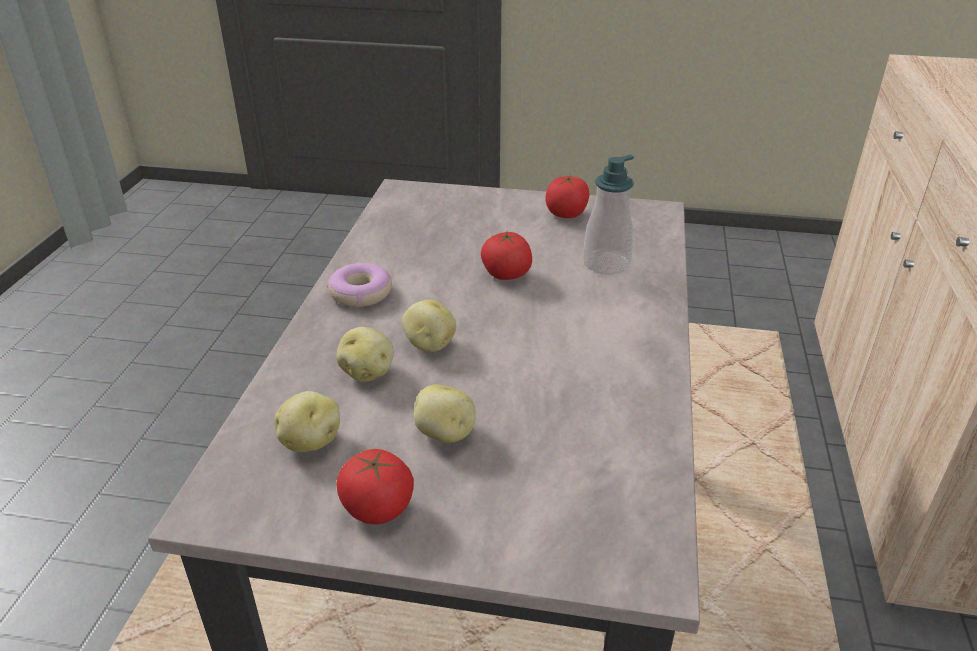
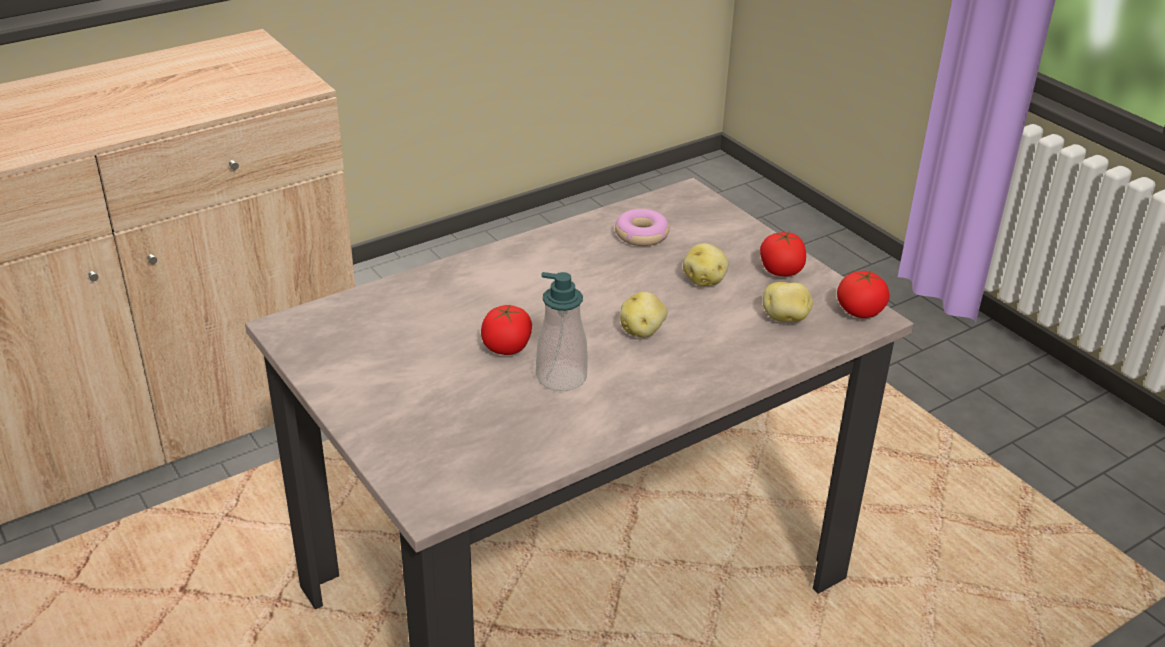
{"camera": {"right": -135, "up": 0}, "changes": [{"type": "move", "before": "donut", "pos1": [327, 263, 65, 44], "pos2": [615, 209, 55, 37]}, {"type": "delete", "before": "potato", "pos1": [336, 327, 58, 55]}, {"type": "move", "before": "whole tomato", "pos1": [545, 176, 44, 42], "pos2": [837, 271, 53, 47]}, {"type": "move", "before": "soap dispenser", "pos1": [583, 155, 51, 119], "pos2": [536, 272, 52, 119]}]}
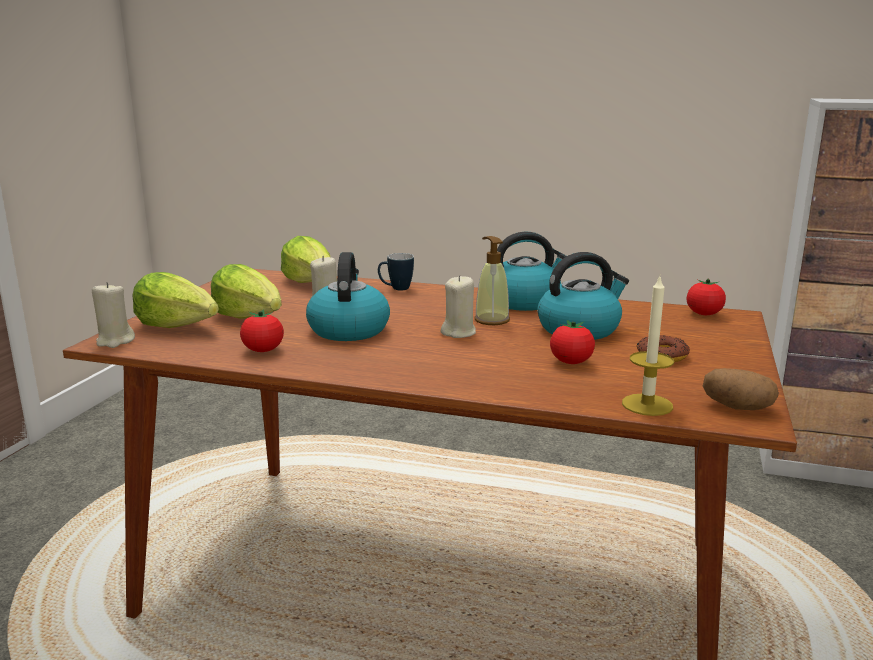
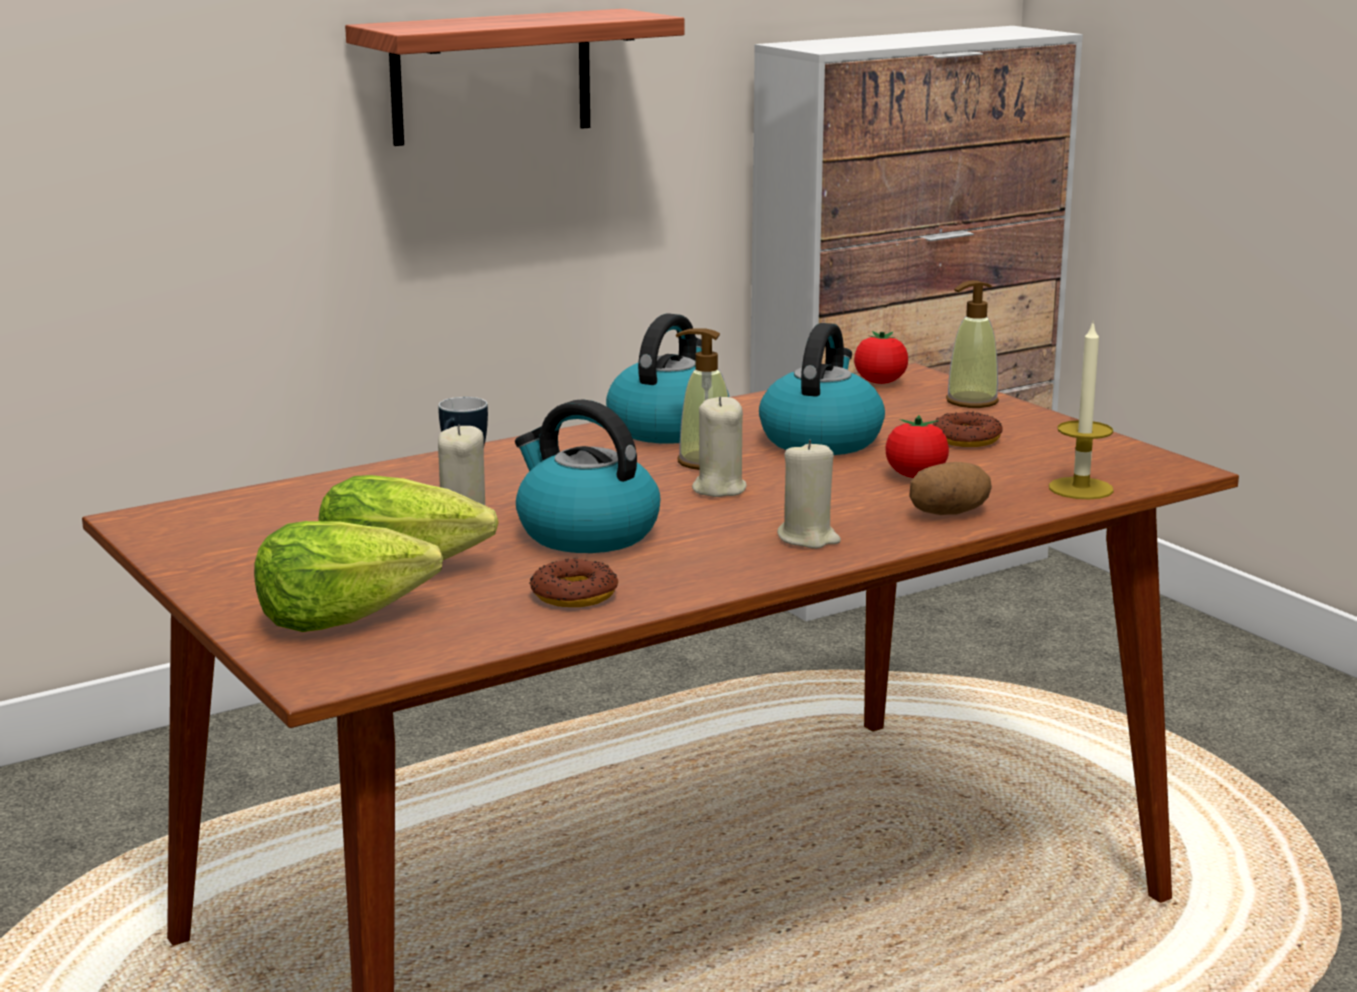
{"camera": {"right": -50, "up": 0}, "changes": [{"type": "move", "before": "candle (beige-coloured)", "pos1": [92, 282, 43, 66], "pos2": [777, 440, 64, 109]}, {"type": "replace", "before": "whole tomato", "after": "donut", "pos1": [240, 309, 44, 43], "pos2": [529, 558, 89, 49]}, {"type": "delete", "before": "head of lettuce", "pos1": [281, 236, 49, 47]}, {"type": "move", "before": "potato", "pos1": [703, 368, 76, 42], "pos2": [909, 462, 83, 53]}, {"type": "insert", "after": "wall shelf", "pos2": [345, 9, 340, 137]}, {"type": "insert", "after": "soap dispenser", "pos2": [946, 280, 53, 128]}]}
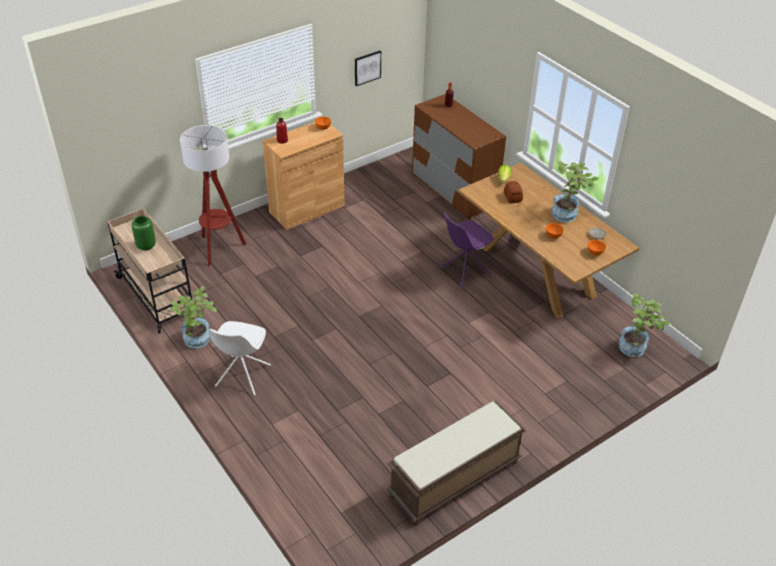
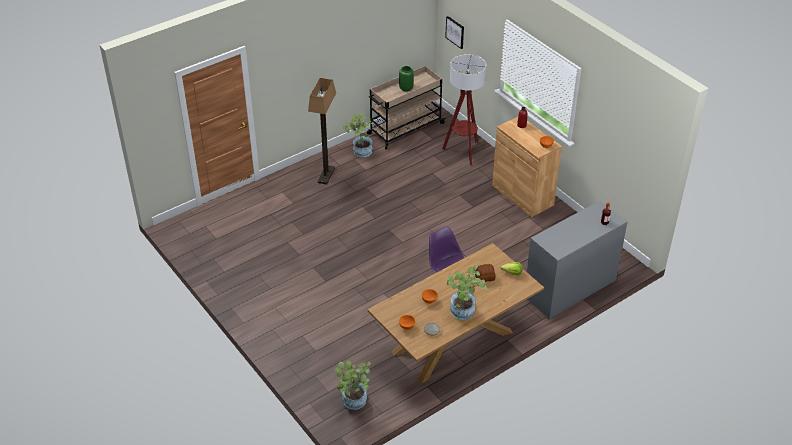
{"camera": {"right": 90, "up": 0}, "changes": [{"type": "replace", "before": "upright chair (white-coloured)", "after": "standard lamp", "pos1": [209, 321, 62, 74], "pos2": [308, 78, 28, 106]}, {"type": "move", "before": "picture", "pos1": [355, 51, 26, 35], "pos2": [445, 16, 19, 33]}, {"type": "delete", "before": "long seat (brown)", "pos1": [387, 401, 140, 124]}, {"type": "recolor", "before": "chest of drawers (brown)", "after": "chest of drawers (grey)", "pos1": [412, 94, 94, 126], "pos2": [527, 201, 101, 119]}]}
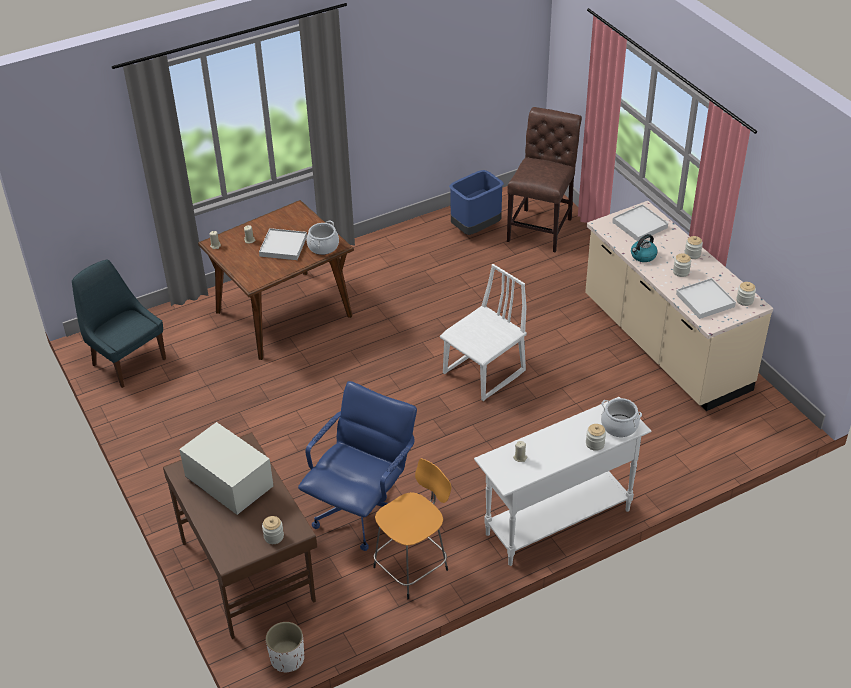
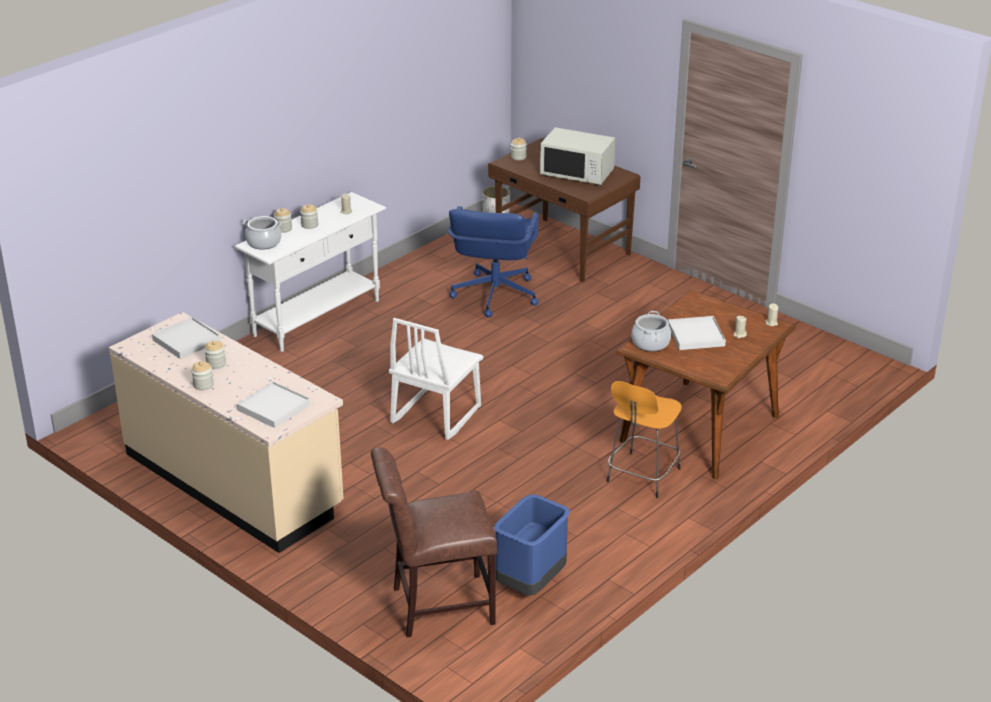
{"camera": {"right": 160, "up": -10}, "changes": [{"type": "delete", "before": "upright chair (bluish)", "pos1": [72, 259, 94, 129]}, {"type": "move", "before": "sitting stool (orange)", "pos1": [373, 458, 78, 141], "pos2": [607, 381, 75, 117]}, {"type": "rotate", "before": "upright chair (brown)", "pos1": [507, 107, 75, 145], "pos2": [371, 447, 126, 191], "turn": 75}, {"type": "delete", "before": "tea kettle", "pos1": [631, 234, 27, 28]}, {"type": "move", "before": "jar", "pos1": [736, 282, 20, 24], "pos2": [300, 204, 18, 25]}]}
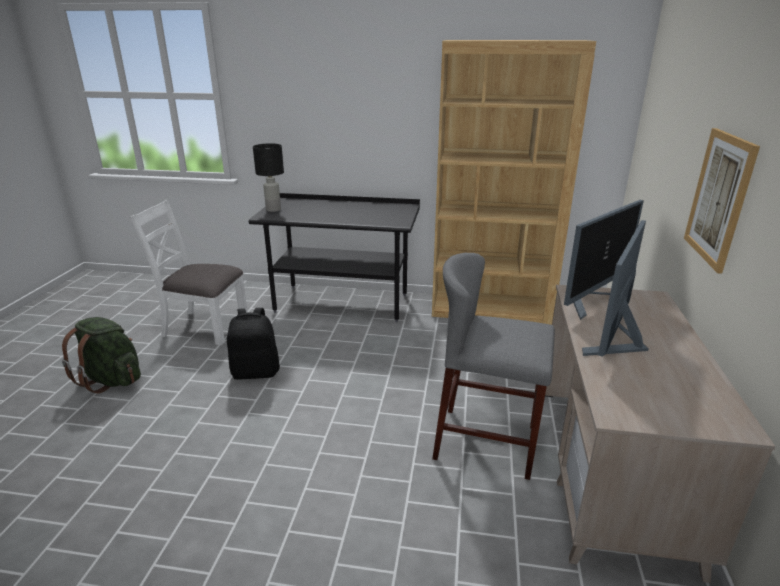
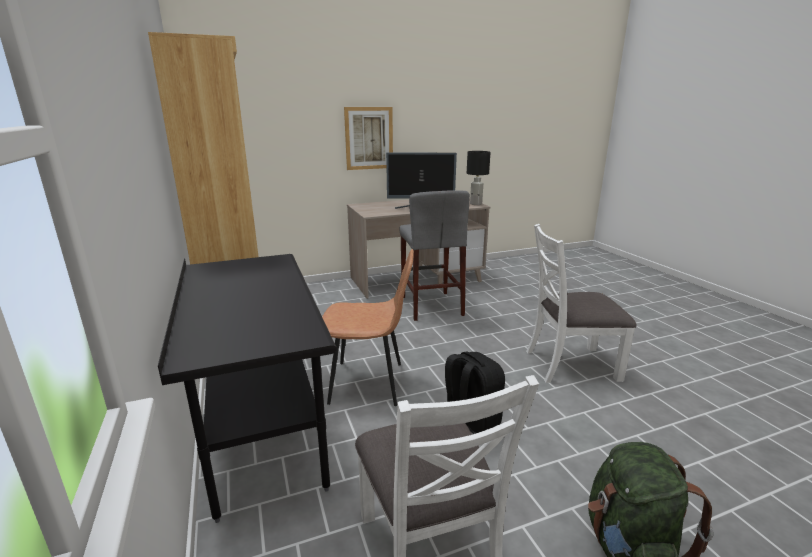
{"camera": {"right": -120, "up": -5}, "changes": [{"type": "move", "before": "tabletop lamp (blackish)", "pos1": [253, 143, 31, 69], "pos2": [467, 151, 24, 54]}, {"type": "delete", "before": "computer screen", "pos1": [564, 200, 80, 120]}, {"type": "insert", "after": "upright chair (brown)", "pos2": [322, 249, 92, 157]}, {"type": "insert", "after": "upright chair (white-coloured)", "pos2": [526, 224, 111, 159]}]}
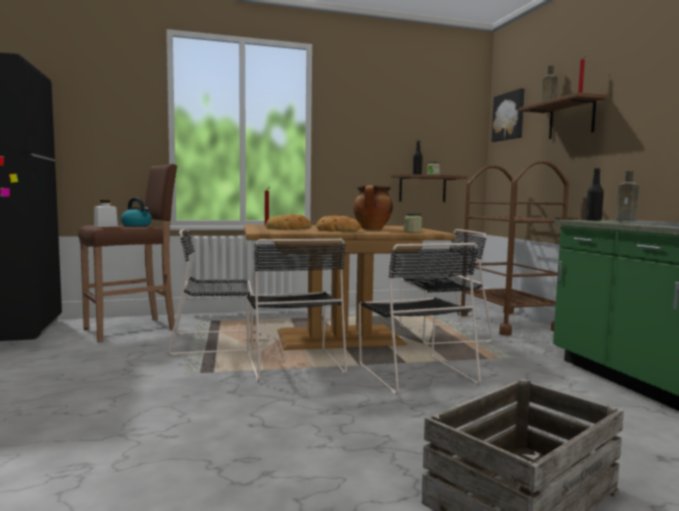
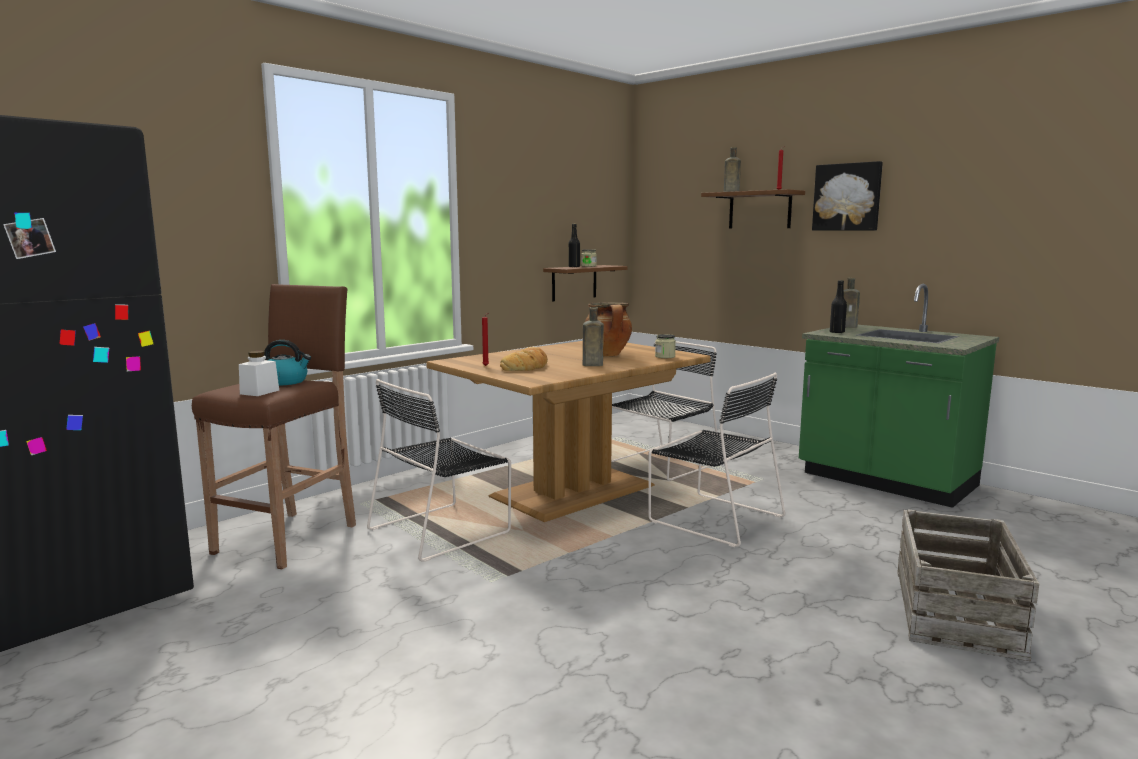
{"camera": {"right": -30, "up": 5}, "changes": [{"type": "delete", "before": "upright chair (blackish)", "pos1": [245, 239, 102, 143]}, {"type": "replace", "before": "bread", "after": "bottle (brown)", "pos1": [316, 215, 45, 16], "pos2": [583, 307, 21, 59]}, {"type": "delete", "before": "trolley (brown)", "pos1": [457, 160, 112, 176]}, {"type": "move", "before": "picture", "pos1": [492, 88, 33, 54], "pos2": [812, 161, 71, 69]}]}
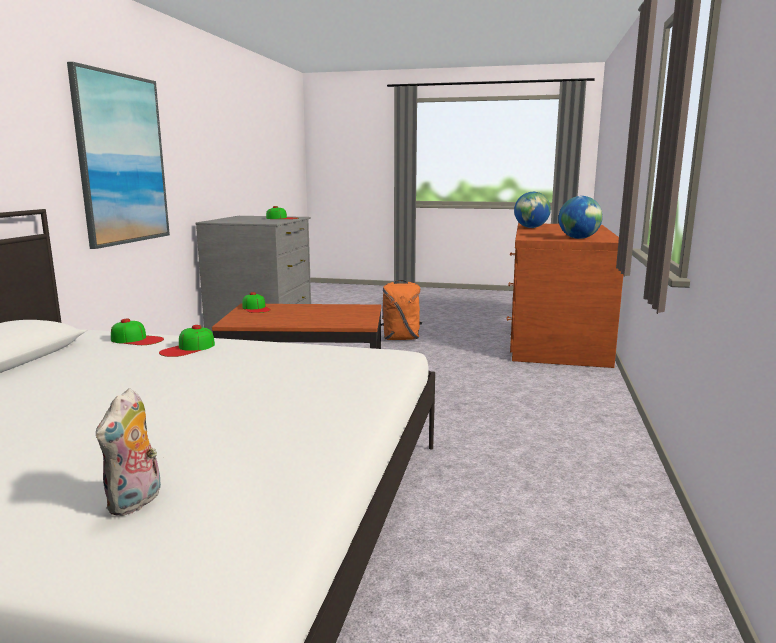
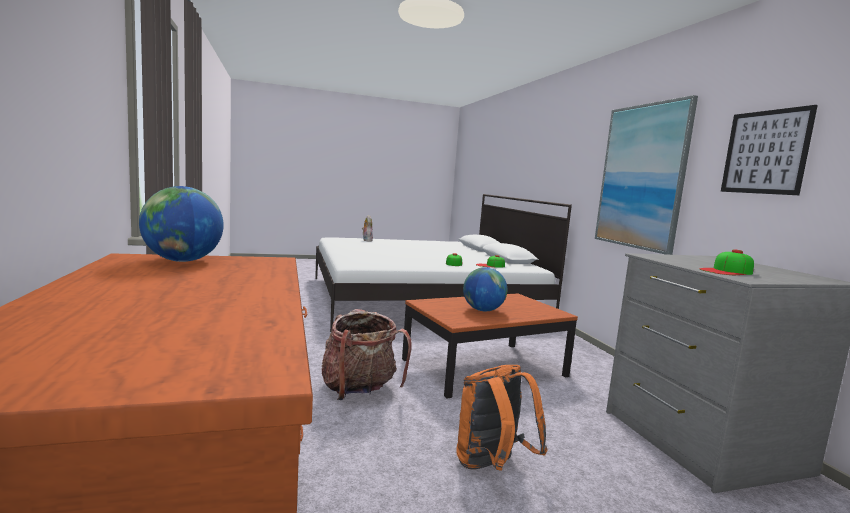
{"camera": {"right": 150, "up": -5}, "changes": [{"type": "delete", "before": "cap", "pos1": [242, 292, 29, 21]}, {"type": "move", "before": "world globe", "pos1": [514, 192, 37, 36], "pos2": [463, 267, 44, 45]}, {"type": "insert", "after": "knapsack", "pos2": [321, 309, 91, 91]}, {"type": "insert", "after": "picture", "pos2": [721, 105, 97, 90]}]}
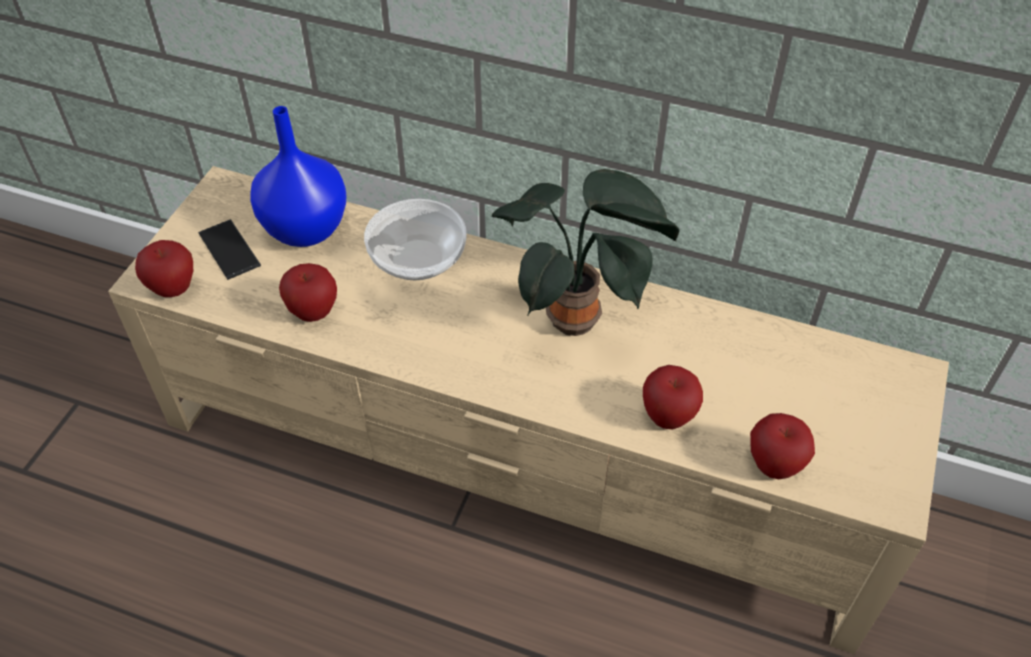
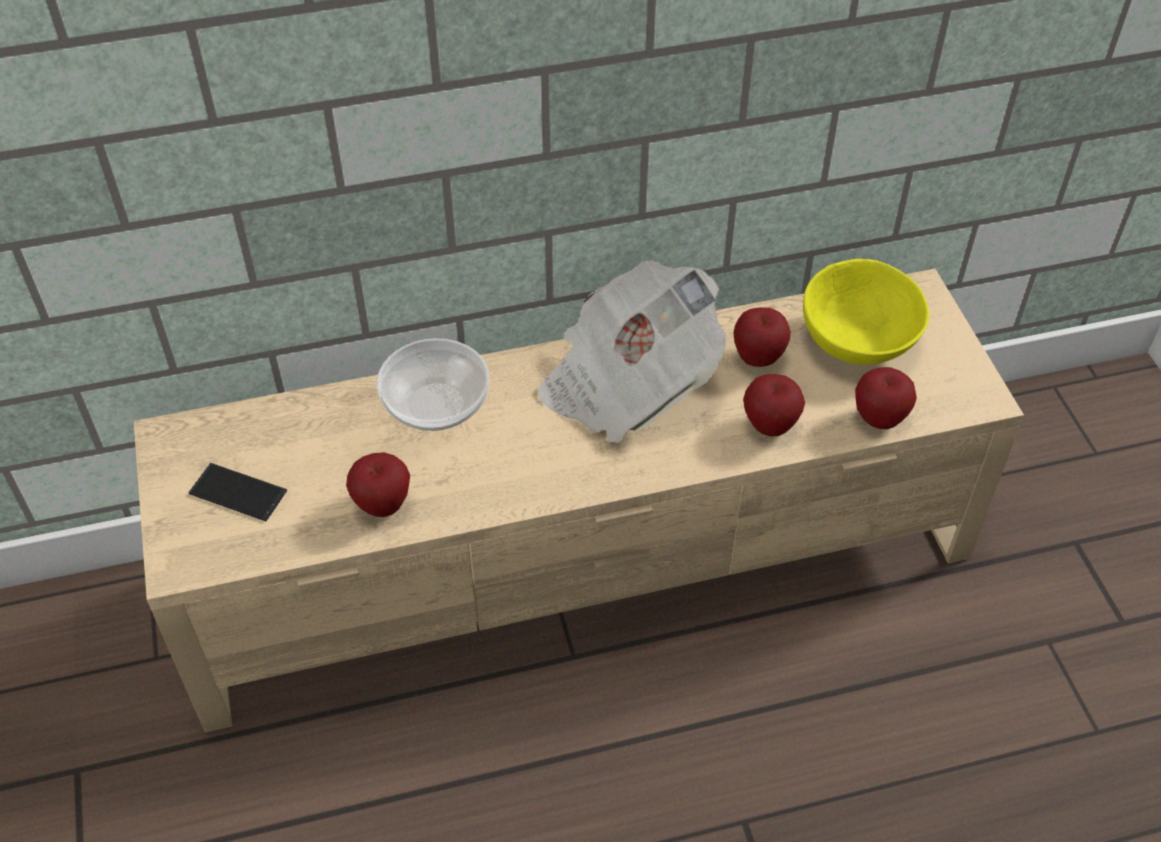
{"camera": {"right": -35, "up": 0}, "changes": [{"type": "move", "before": "whole apple", "pos1": [135, 240, 58, 57], "pos2": [733, 307, 58, 60]}, {"type": "delete", "before": "vase (bluish)", "pos1": [250, 106, 97, 141]}, {"type": "replace", "before": "potted plant", "after": "newspaper", "pos1": [492, 169, 187, 167], "pos2": [538, 260, 188, 183]}, {"type": "insert", "after": "serving bowl (yellowish)", "pos2": [803, 259, 127, 106]}]}
